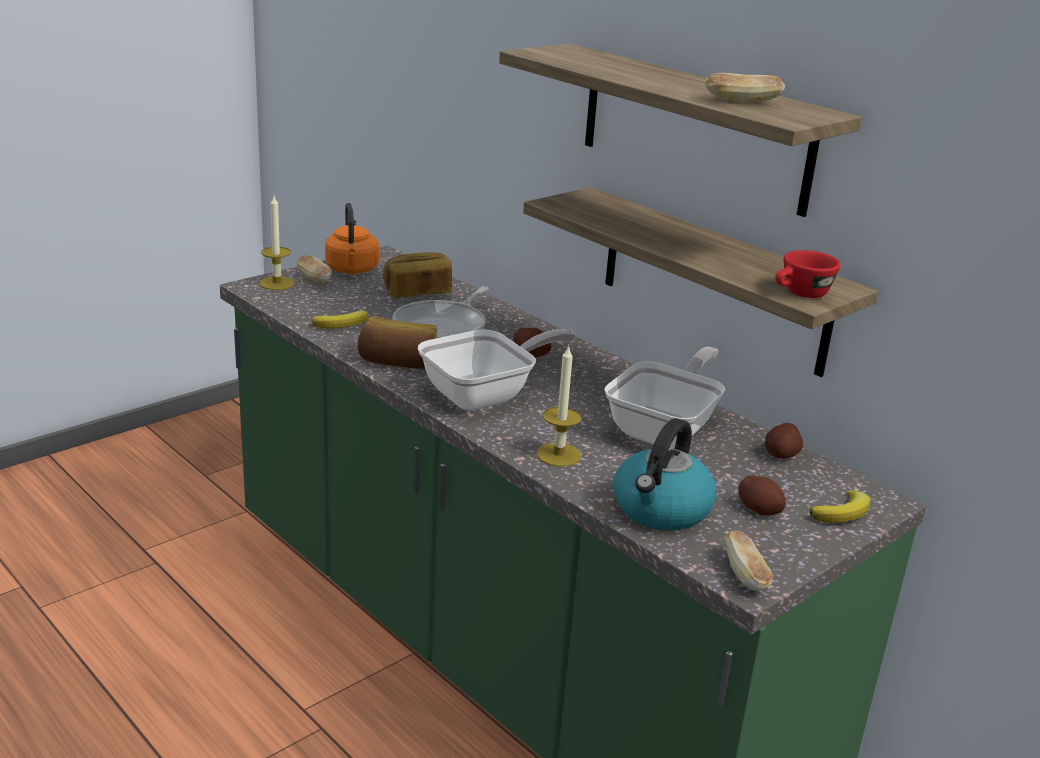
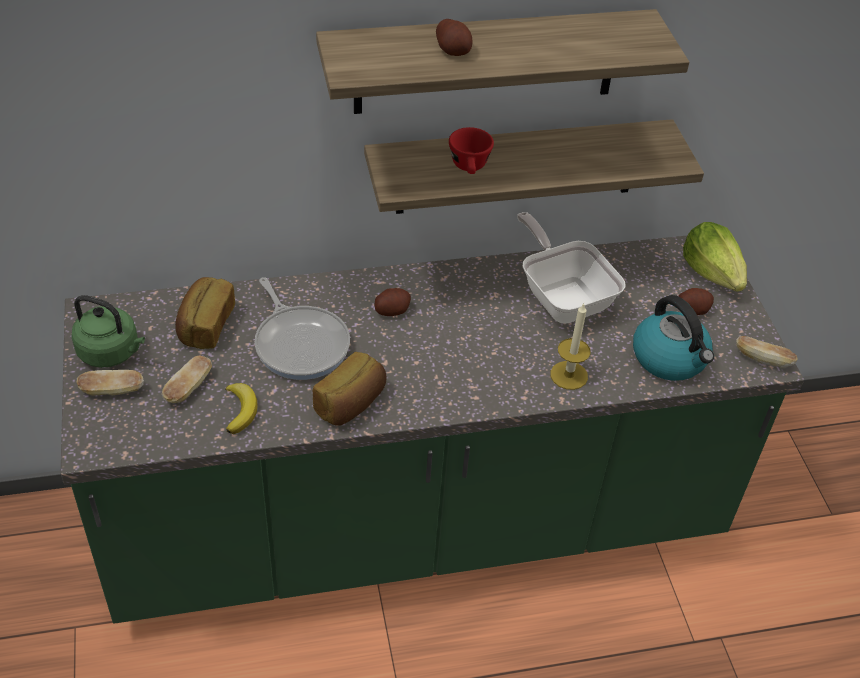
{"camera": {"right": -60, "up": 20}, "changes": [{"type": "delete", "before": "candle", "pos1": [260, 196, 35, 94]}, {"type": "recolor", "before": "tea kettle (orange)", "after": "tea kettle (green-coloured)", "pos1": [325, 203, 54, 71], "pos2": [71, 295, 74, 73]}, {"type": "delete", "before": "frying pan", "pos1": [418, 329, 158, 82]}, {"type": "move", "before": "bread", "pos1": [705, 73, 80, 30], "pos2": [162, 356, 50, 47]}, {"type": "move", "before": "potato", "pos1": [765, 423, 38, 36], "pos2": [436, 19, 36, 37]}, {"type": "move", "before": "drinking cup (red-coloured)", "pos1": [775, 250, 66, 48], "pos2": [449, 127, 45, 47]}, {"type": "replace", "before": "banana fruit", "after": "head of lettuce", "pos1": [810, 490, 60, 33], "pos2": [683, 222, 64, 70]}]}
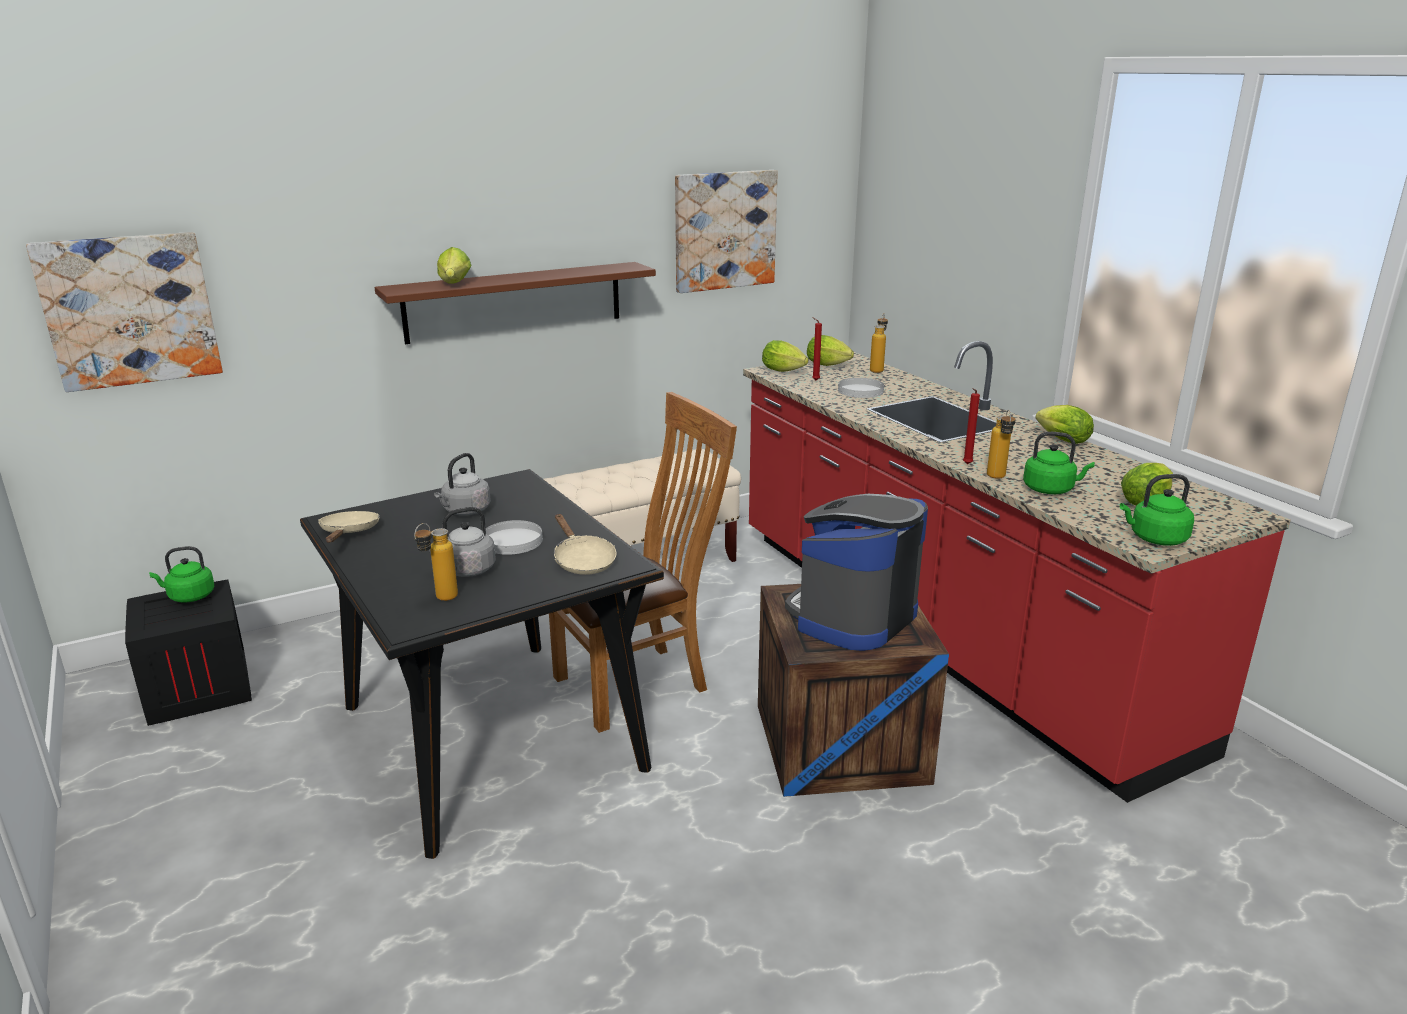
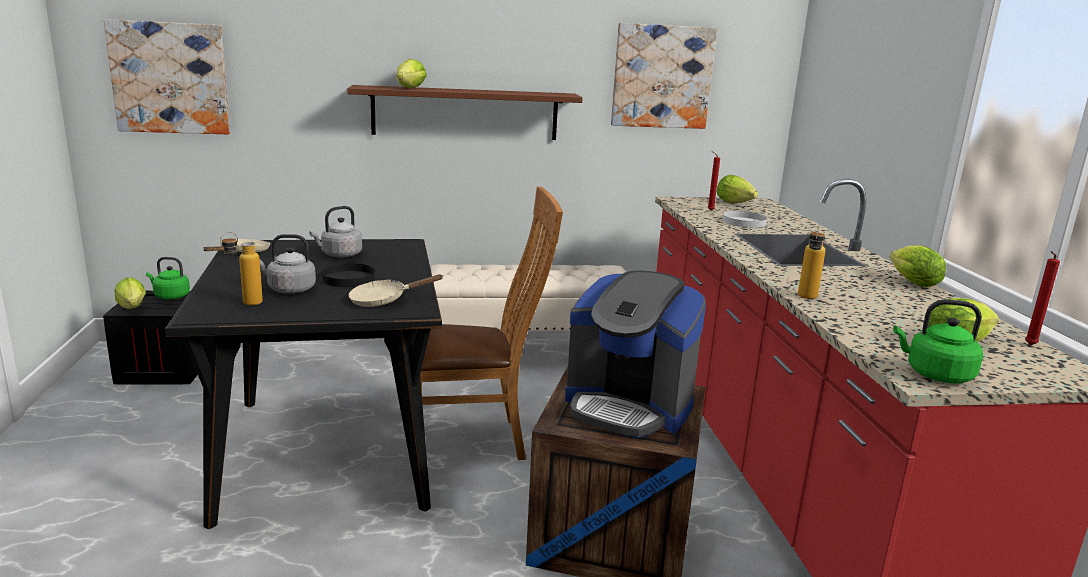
{"camera": {"right": 20, "up": -5}, "changes": [{"type": "recolor", "before": "plate (white-coloured)", "after": "plate (blackish)", "pos1": [485, 520, 58, 35], "pos2": [321, 263, 54, 24]}, {"type": "rotate", "before": "frying pan (beige-coloured)", "pos1": [554, 514, 63, 61], "pos2": [348, 274, 96, 33], "turn": 75}, {"type": "move", "before": "head of lettuce", "pos1": [762, 340, 46, 32], "pos2": [115, 277, 31, 32]}, {"type": "rotate", "before": "coffee maker", "pos1": [785, 494, 143, 157], "pos2": [565, 270, 141, 168], "turn": -120}, {"type": "delete", "before": "bottle", "pos1": [870, 313, 18, 60]}, {"type": "move", "before": "candle (red-coloured)", "pos1": [963, 388, 17, 76], "pos2": [1025, 251, 35, 94]}, {"type": "delete", "before": "tea kettle (green-coloured)", "pos1": [1023, 432, 72, 62]}]}
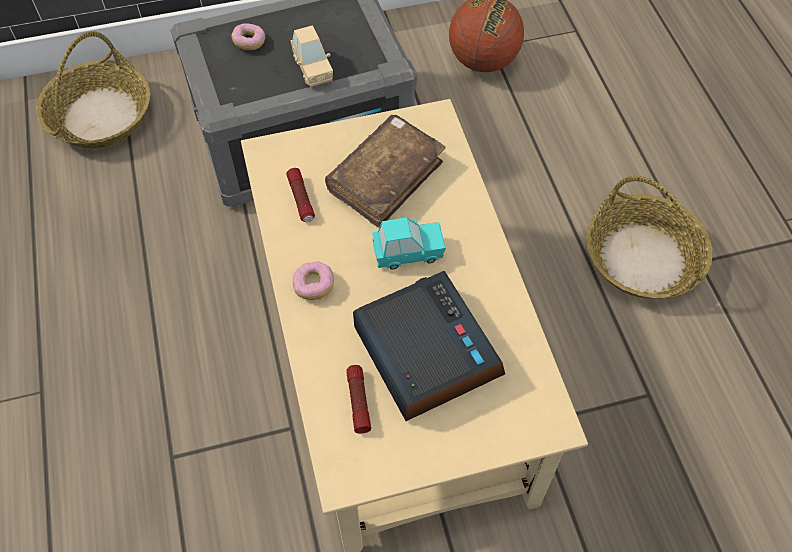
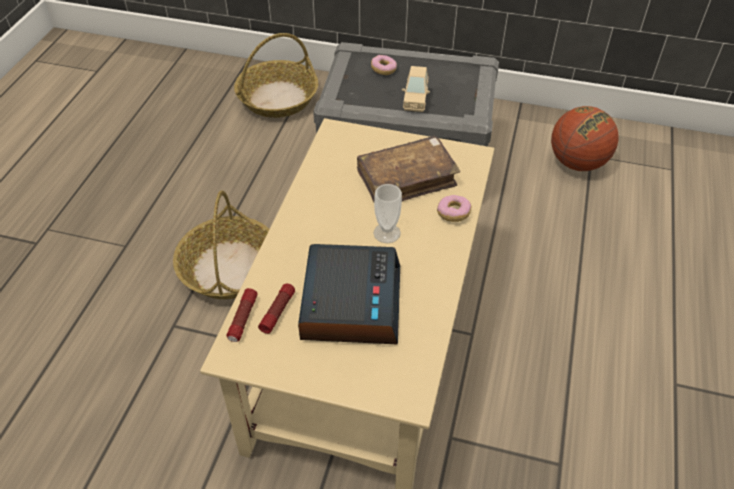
{"camera": {"right": 30, "up": -10}, "changes": [{"type": "move", "before": "torch", "pos1": [286, 168, 29, 54], "pos2": [226, 288, 32, 54]}, {"type": "move", "before": "donut", "pos1": [293, 261, 41, 39], "pos2": [437, 195, 34, 27]}, {"type": "replace", "before": "toy car (turquoise)", "after": "drinking cup", "pos1": [372, 217, 74, 52], "pos2": [373, 184, 29, 59]}, {"type": "move", "before": "household basket", "pos1": [586, 176, 127, 122], "pos2": [173, 191, 96, 108]}]}
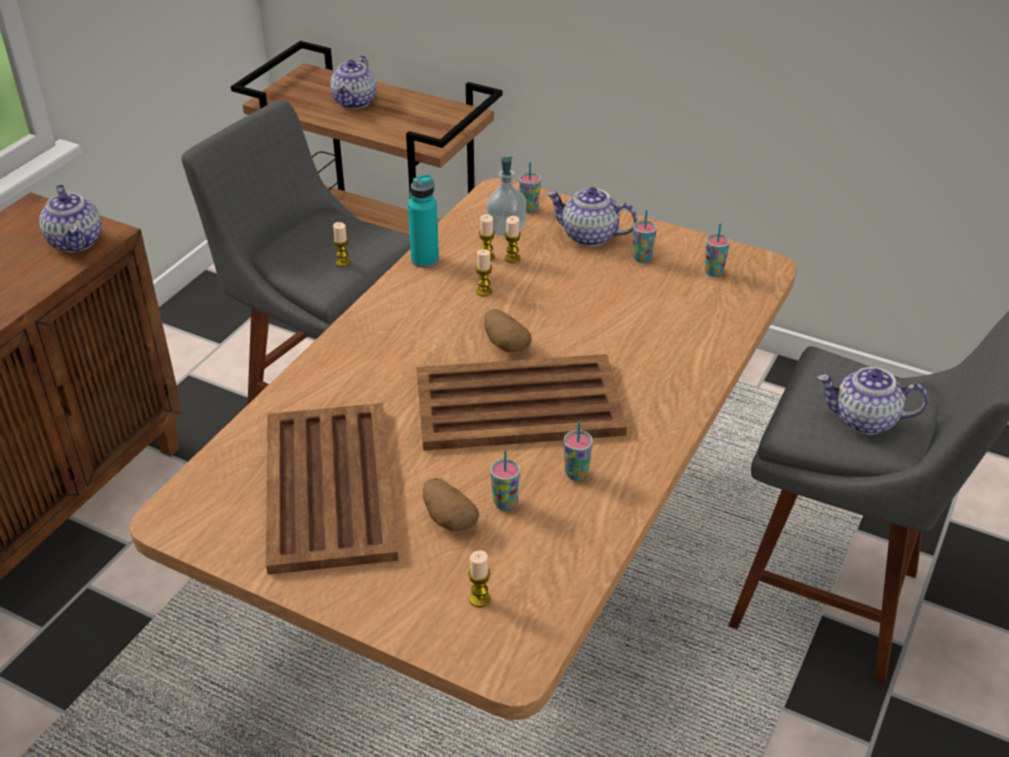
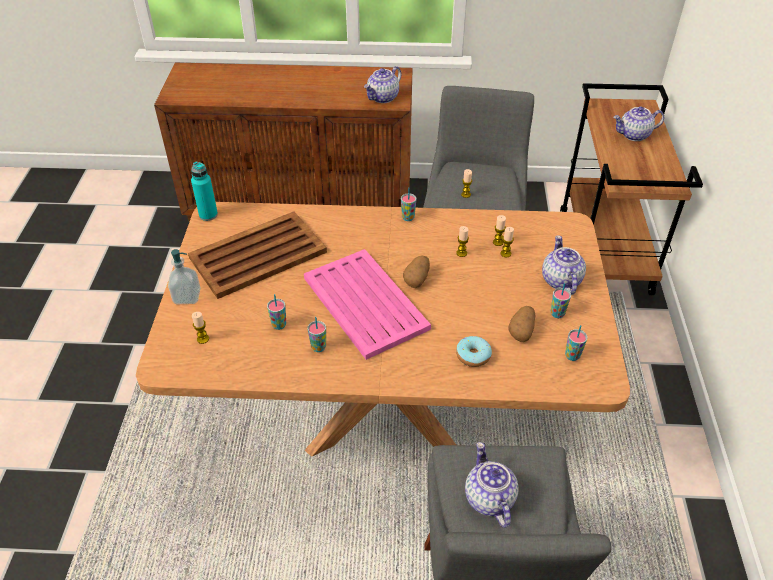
{"camera": {"right": 65, "up": 5}, "changes": [{"type": "move", "before": "bottle (turquoise)", "pos1": [408, 174, 31, 94], "pos2": [191, 161, 27, 60]}, {"type": "recolor", "before": "carrying tray (brown)", "after": "carrying tray (pink-coloured)", "pos1": [417, 354, 210, 97], "pos2": [304, 249, 127, 111]}, {"type": "move", "before": "potato", "pos1": [423, 478, 56, 53], "pos2": [508, 306, 27, 36]}, {"type": "move", "before": "soap dispenser", "pos1": [487, 157, 39, 80], "pos2": [168, 249, 32, 55]}, {"type": "move", "before": "drinking cup", "pos1": [519, 162, 22, 51], "pos2": [401, 188, 16, 33]}, {"type": "insert", "after": "donut", "pos2": [456, 336, 36, 31]}]}
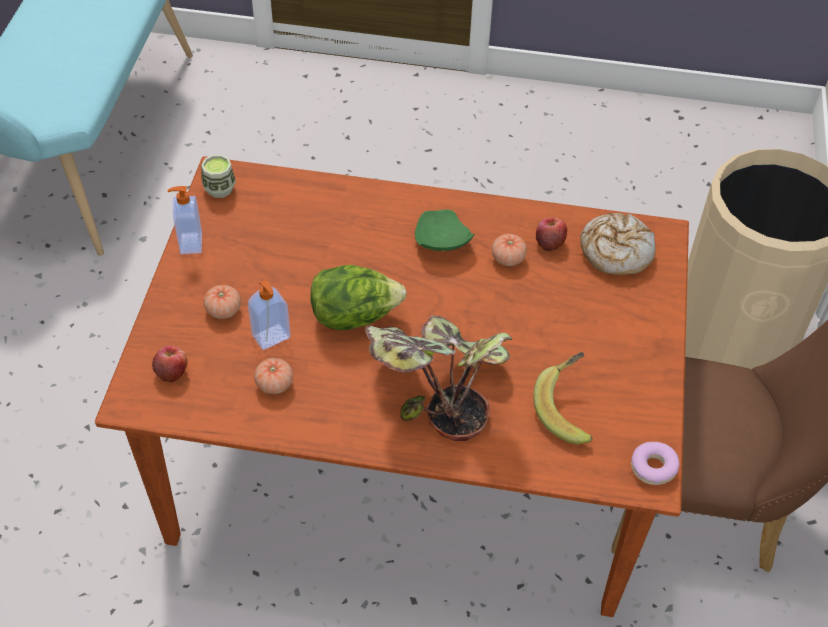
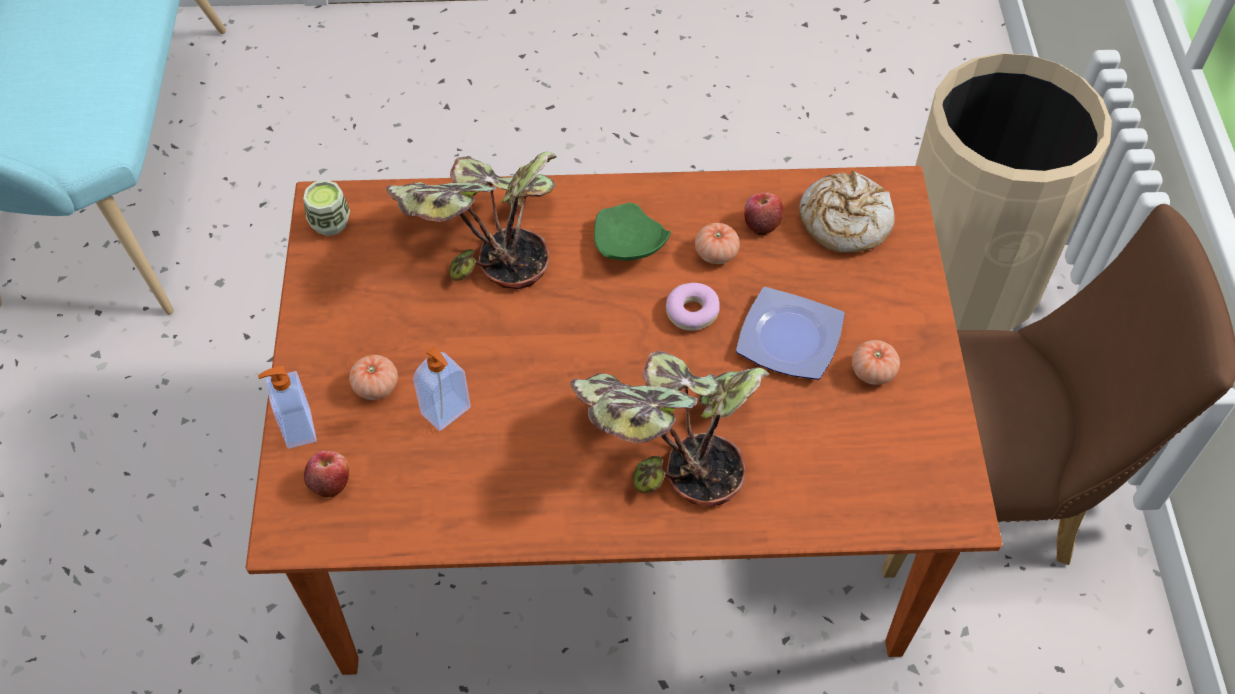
{"camera": {"right": -10, "up": 5}, "changes": [{"type": "move", "before": "soap dispenser", "pos1": [168, 186, 34, 68], "pos2": [258, 366, 59, 83]}, {"type": "move", "before": "whole tomato", "pos1": [254, 358, 39, 36], "pos2": [852, 340, 48, 45]}, {"type": "delete", "before": "head of lettuce", "pos1": [310, 265, 97, 65]}, {"type": "delete", "before": "banana fruit", "pos1": [533, 352, 60, 93]}, {"type": "move", "before": "donut", "pos1": [631, 442, 48, 43], "pos2": [666, 283, 54, 48]}, {"type": "insert", "after": "potted plant", "pos2": [386, 152, 170, 137]}, {"type": "insert", "after": "plate", "pos2": [736, 287, 109, 93]}]}
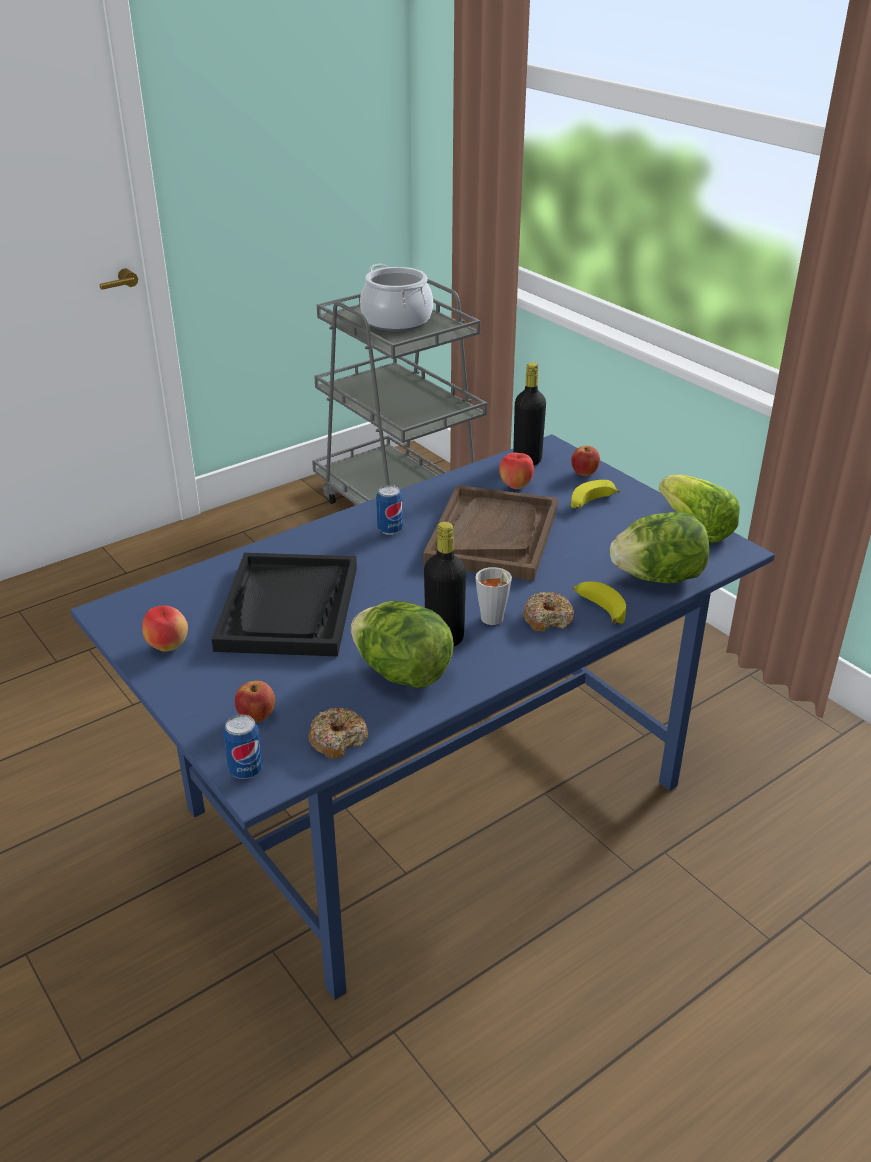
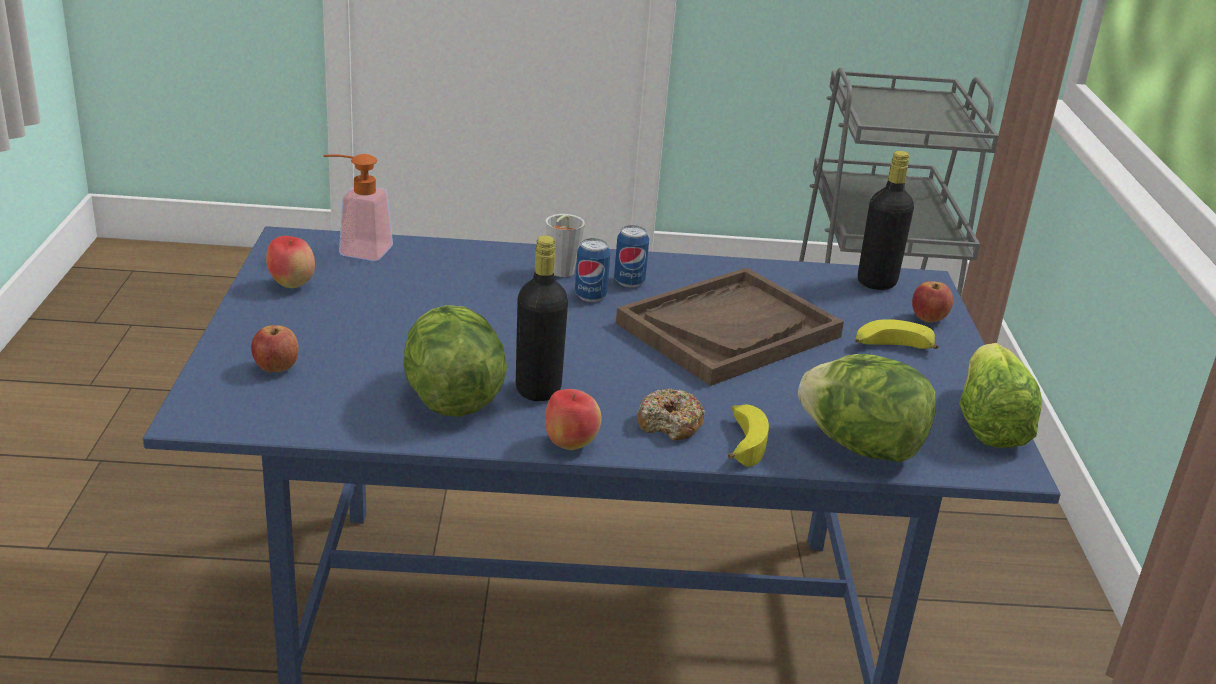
{"camera": {"right": 35, "up": -5}, "changes": [{"type": "delete", "before": "carrying tray (blackish)", "pos1": [212, 553, 145, 103]}, {"type": "move", "before": "can", "pos1": [223, 715, 40, 64], "pos2": [575, 238, 35, 64]}, {"type": "delete", "before": "donut", "pos1": [308, 708, 60, 51]}, {"type": "delete", "before": "saucepot", "pos1": [360, 264, 73, 67]}, {"type": "move", "before": "drinking cup (grey)", "pos1": [475, 567, 37, 58], "pos2": [545, 214, 40, 63]}, {"type": "move", "before": "whole apple", "pos1": [499, 453, 35, 36], "pos2": [545, 389, 57, 61]}, {"type": "insert", "after": "soap dispenser", "pos2": [323, 154, 70, 107]}]}
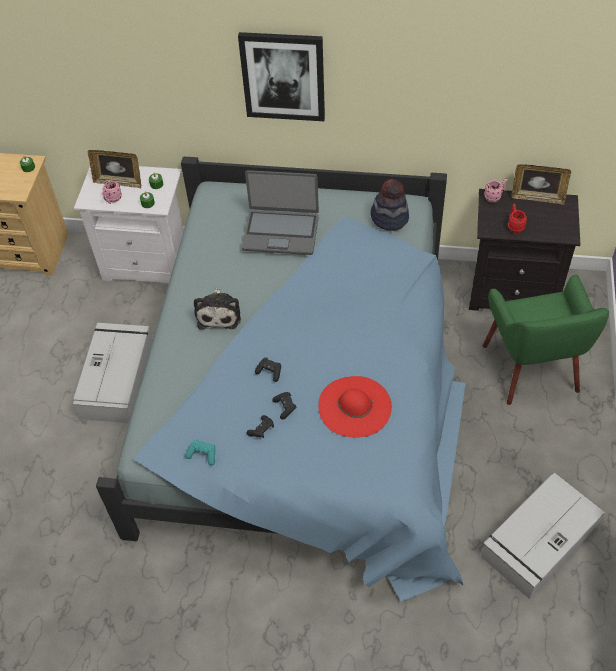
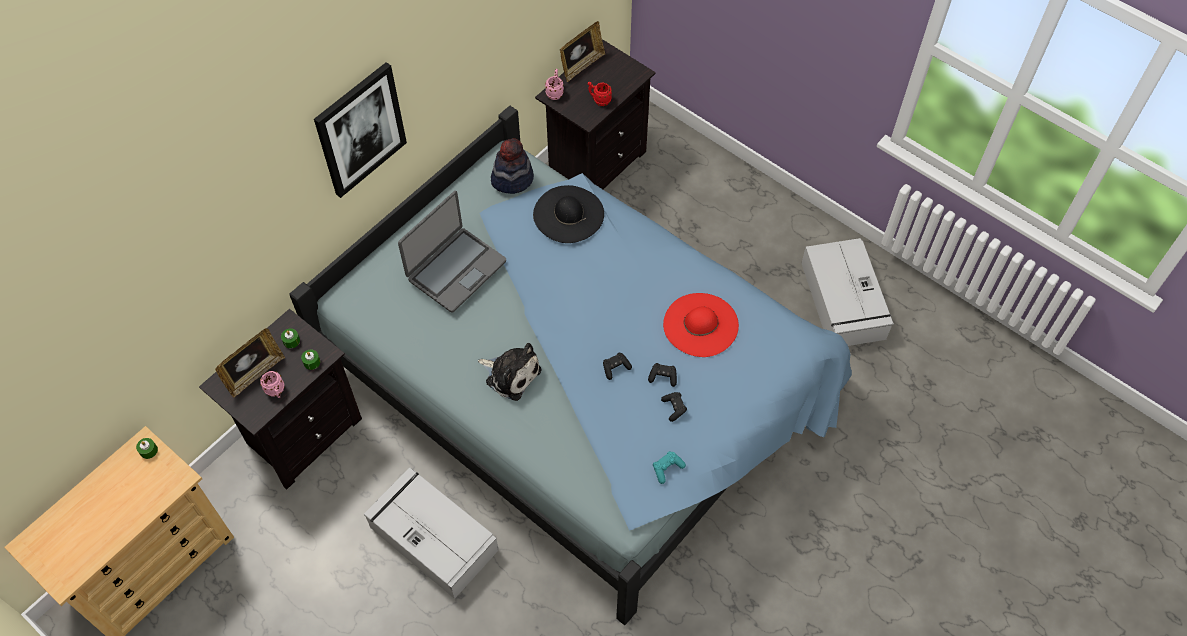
{"camera": {"right": -60, "up": 5}, "changes": [{"type": "recolor", "before": "bedside table (white-coloured)", "after": "bedside table (blackish)", "pos1": [74, 166, 110, 117], "pos2": [199, 309, 163, 181]}, {"type": "delete", "before": "lounge chair (green-coloured)", "pos1": [482, 275, 127, 130]}, {"type": "insert", "after": "clothing hat (blackish)", "pos2": [533, 185, 71, 58]}]}
